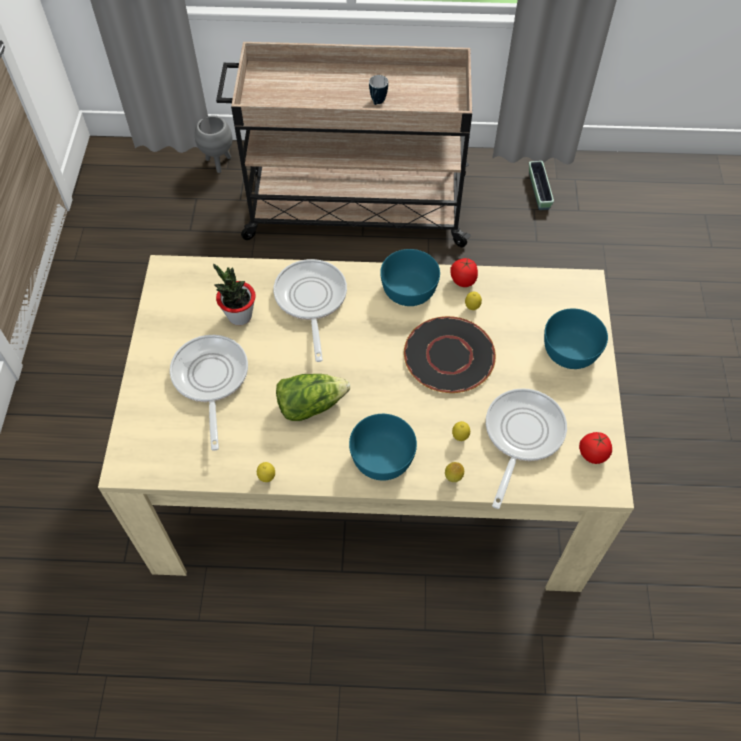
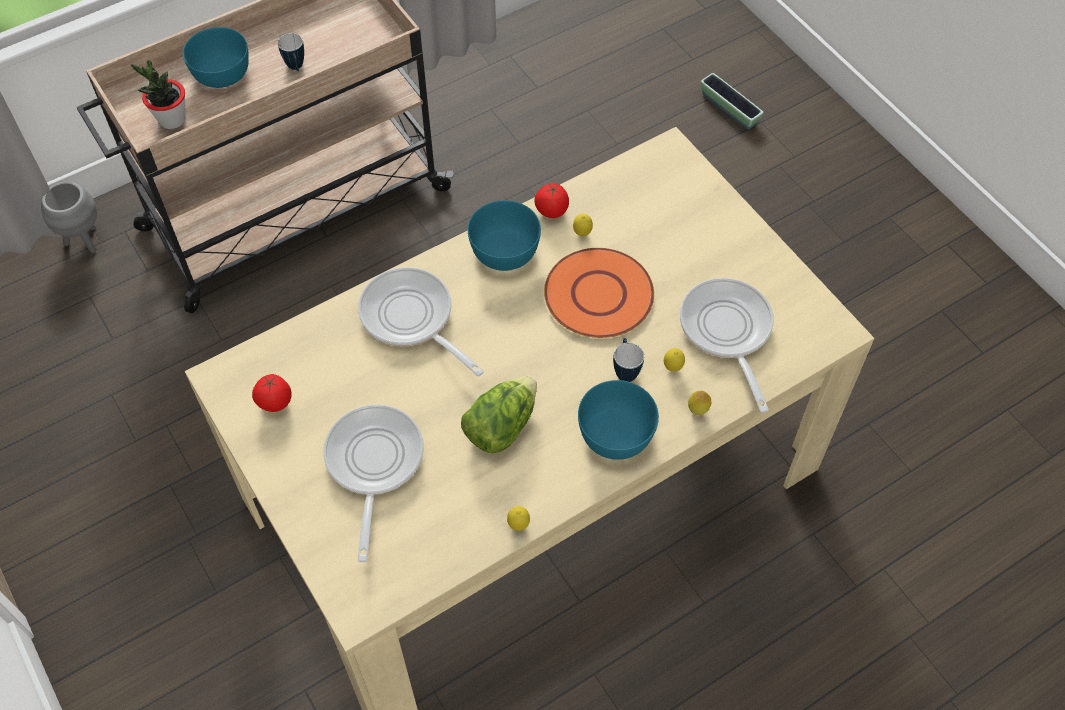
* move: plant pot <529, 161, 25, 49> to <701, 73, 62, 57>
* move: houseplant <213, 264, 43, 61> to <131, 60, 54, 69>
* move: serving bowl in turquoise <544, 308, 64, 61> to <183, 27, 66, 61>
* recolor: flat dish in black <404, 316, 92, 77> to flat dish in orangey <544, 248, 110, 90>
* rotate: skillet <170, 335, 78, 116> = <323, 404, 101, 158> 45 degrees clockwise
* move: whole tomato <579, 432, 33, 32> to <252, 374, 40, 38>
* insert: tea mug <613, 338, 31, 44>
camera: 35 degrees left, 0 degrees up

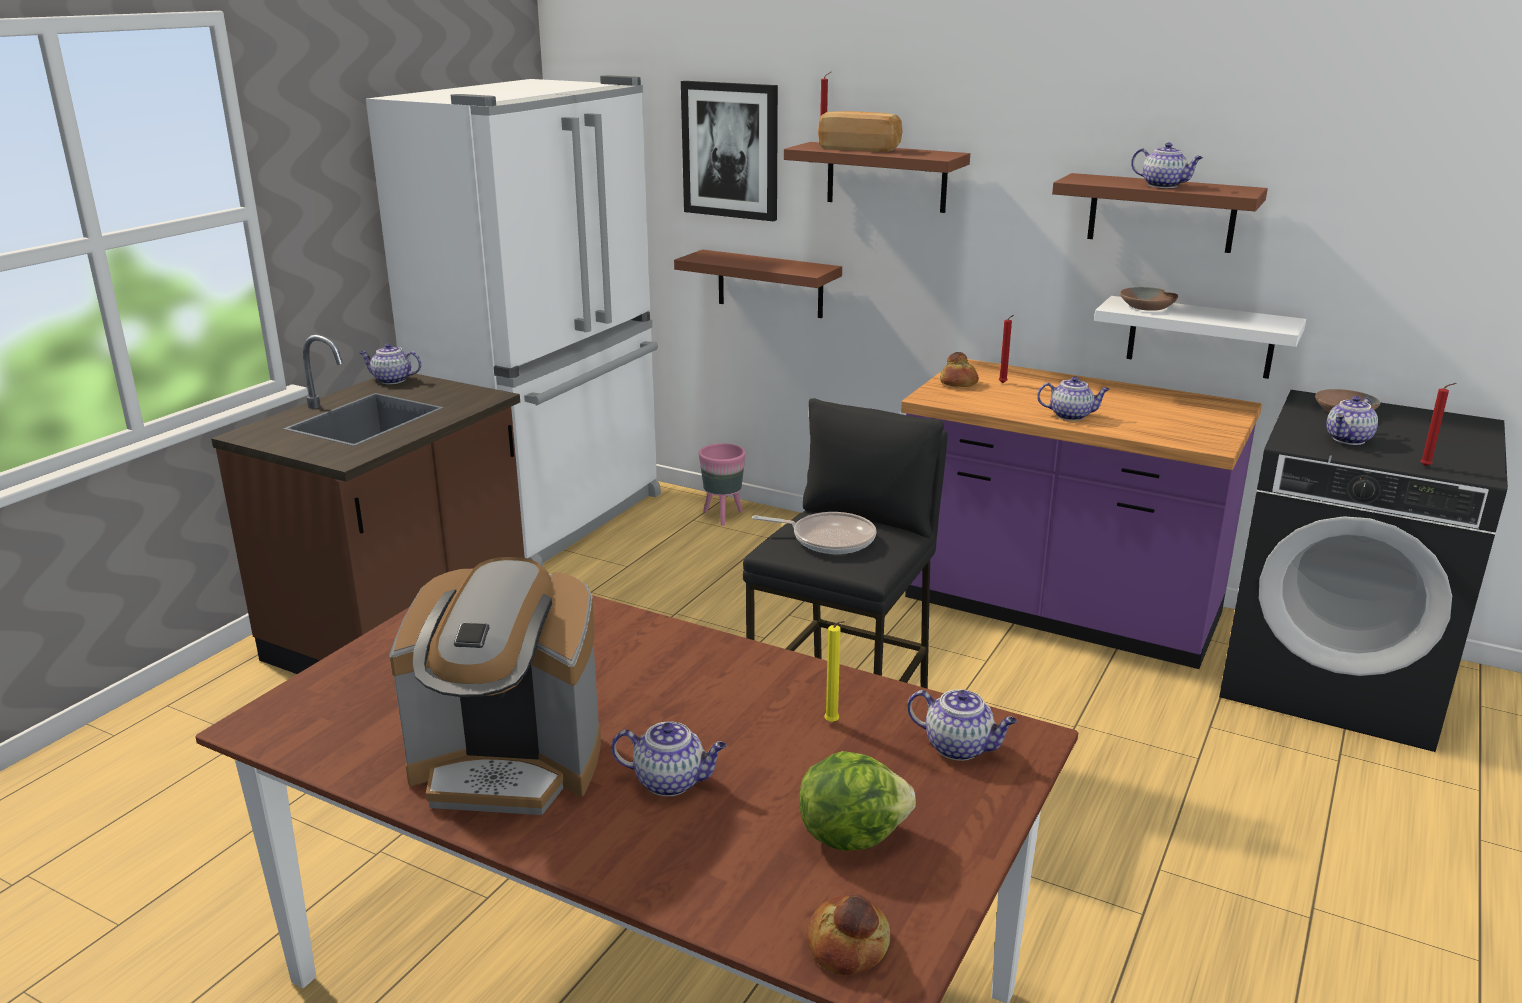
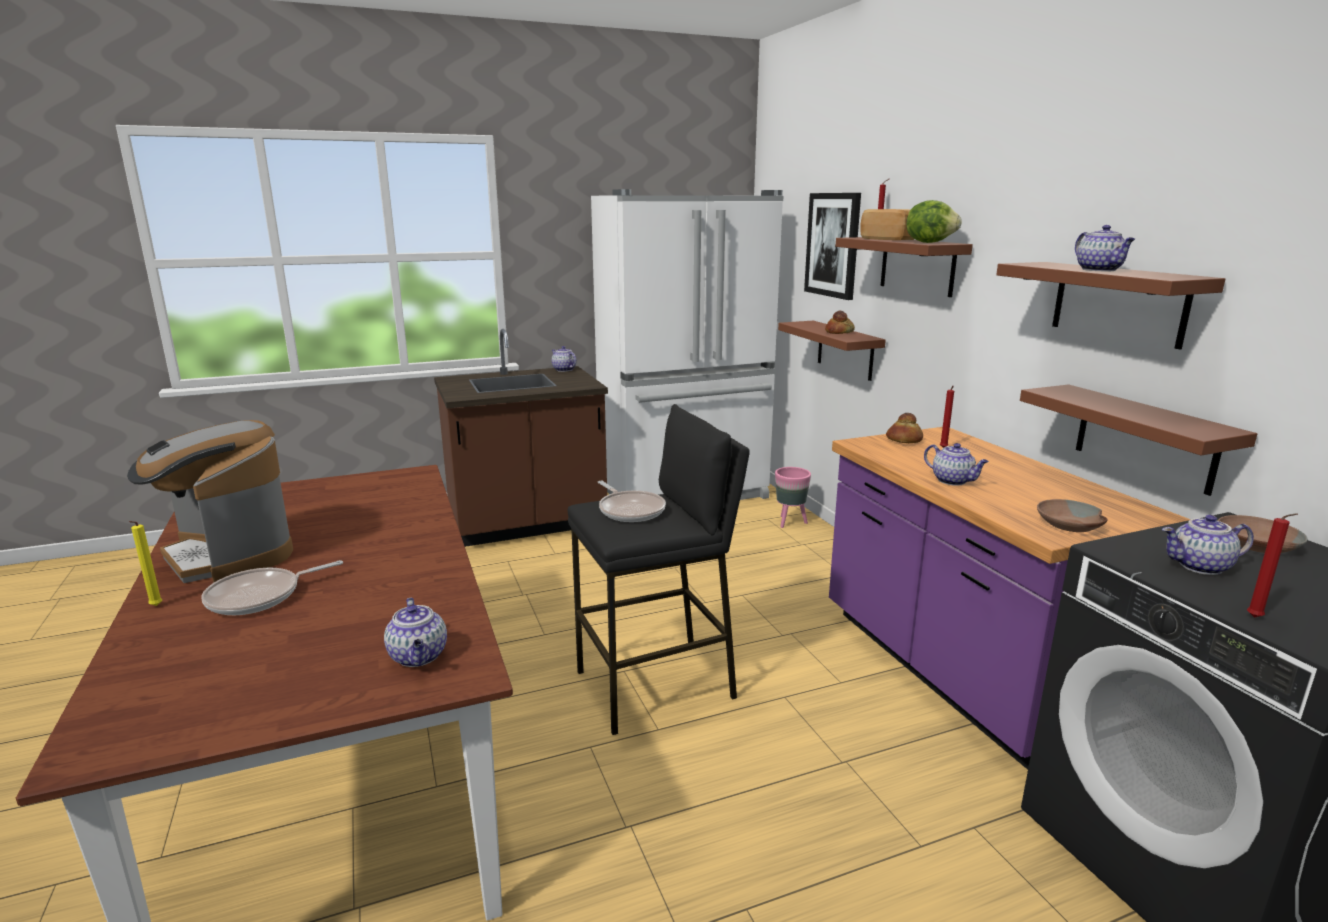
* move: serving bowl in brownish <1120, 287, 58, 24> to <1037, 499, 71, 33>
* recolor: bracket shelf in whitish <1094, 296, 212, 83> to bracket shelf in brownish <1020, 384, 237, 112>
* move: candle in yellow-coloured <824, 621, 21, 102> to <129, 521, 33, 85>
* replace: teapot <611, 721, 116, 75> to skillet <201, 560, 142, 55>
* move: lettuce head <799, 751, 117, 100> to <906, 200, 56, 43>
* move: baked bread <806, 894, 84, 81> to <825, 311, 30, 23>
camera: 40 degrees right, 5 degrees down

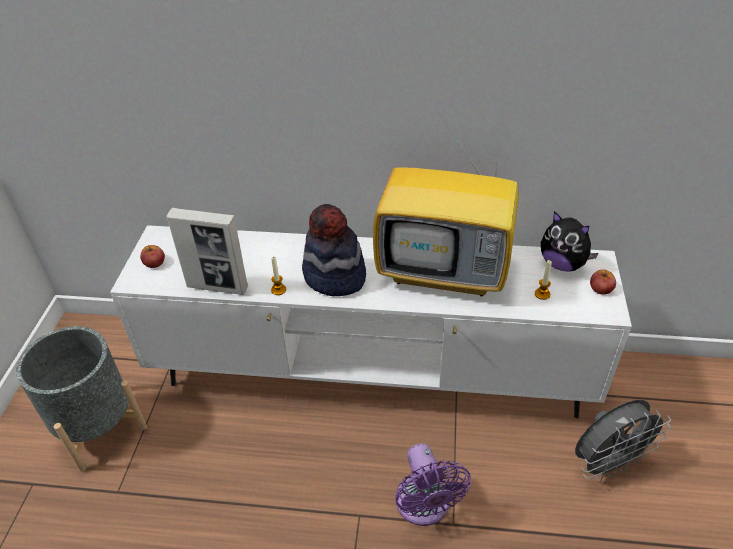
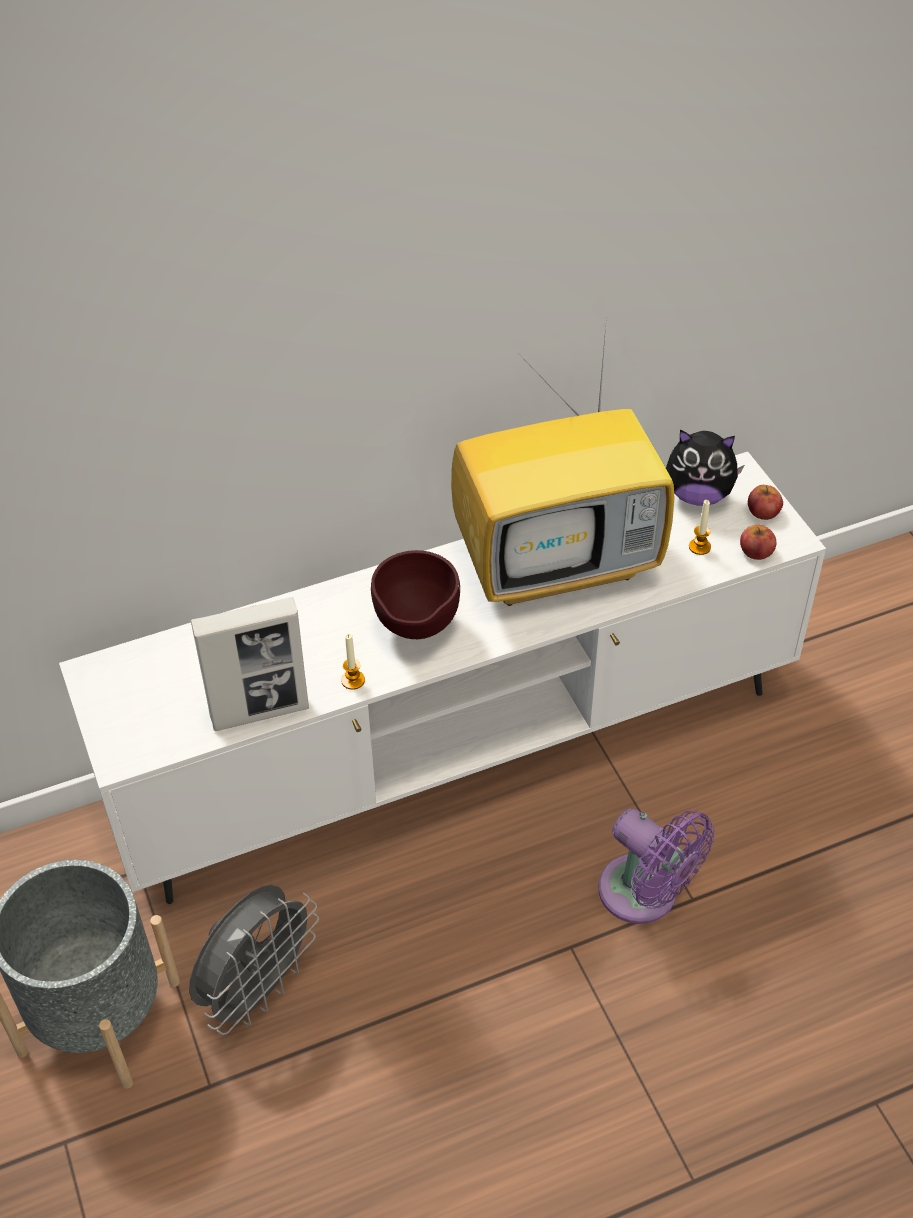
* replace: hat <302, 204, 64, 92> to serving bowl in brownish <371, 550, 89, 89>
* move: whole apple <140, 245, 25, 23> to <740, 525, 36, 35>
* move: electric fan in gray <575, 400, 96, 82> to <189, 885, 130, 150>
camera: 30 degrees left, 5 degrees up

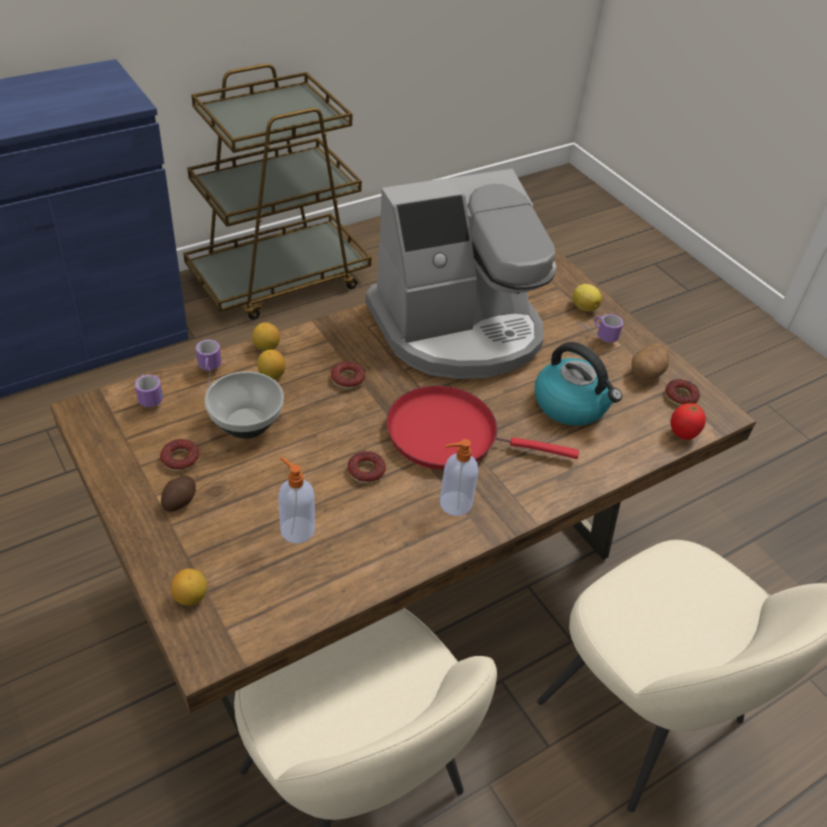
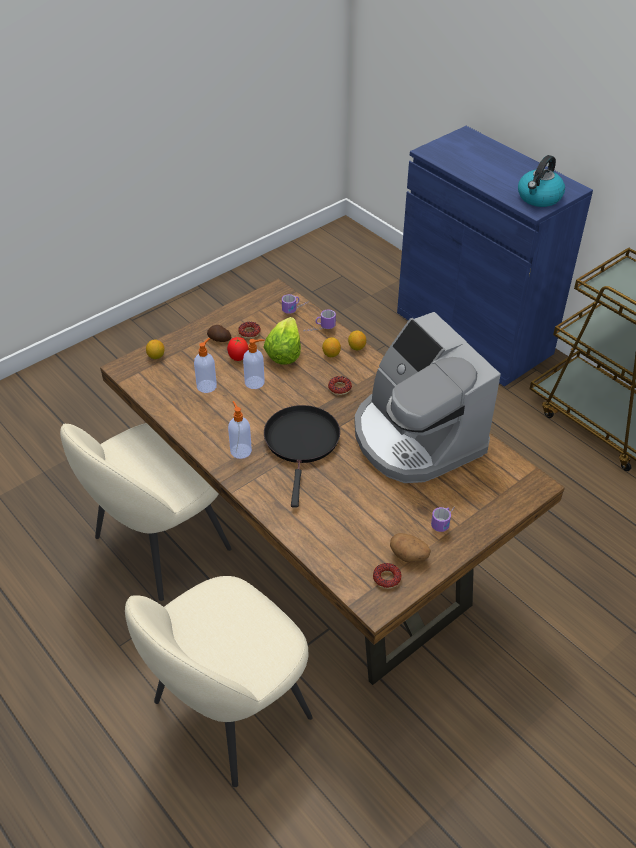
* delete: whole lemon <573, 284, 29, 28>
* move: water kettle <535, 342, 87, 84> to <518, 155, 47, 52>
* replace: serving bowl <205, 371, 79, 68> to lettuce head <263, 317, 38, 48>
* recolor: skillet in reddish <386, 385, 193, 85> to skillet in black <264, 405, 76, 103>
* move: whole tomato <671, 403, 35, 37> to <227, 337, 22, 24>
* delete: doughnut <348, 451, 38, 32>
* insert: soap dispenser <243, 339, 22, 50>
camera: 85 degrees right, 0 degrees up

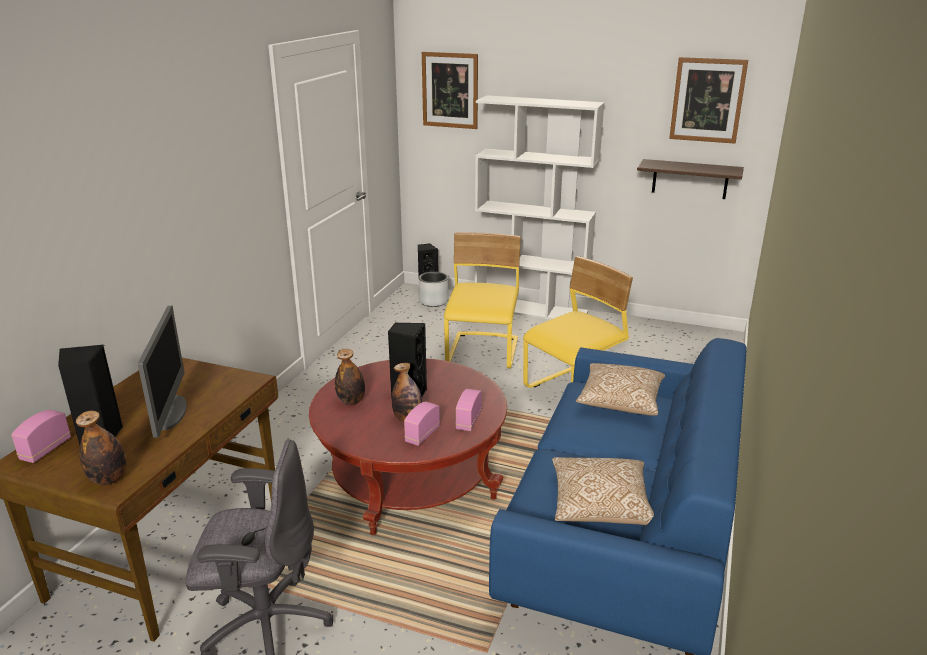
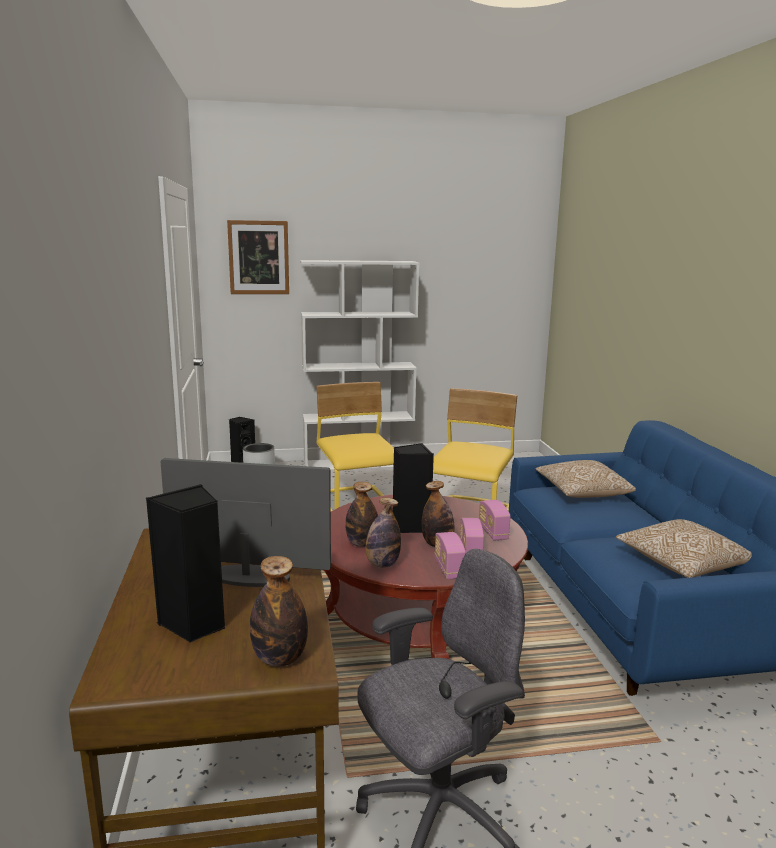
* delete: wall picture <669, 57, 79, 87>
* delete: bracket shelf <637, 159, 107, 40>
* rotate: computer display <138, 306, 49, 132> = <161, 458, 170, 129> 45 degrees counterclockwise
* move: radio <11, 410, 60, 53> to <435, 532, 31, 47>
* insert: drink bottle <365, 498, 36, 70>
camera: 30 degrees left, 10 degrees down

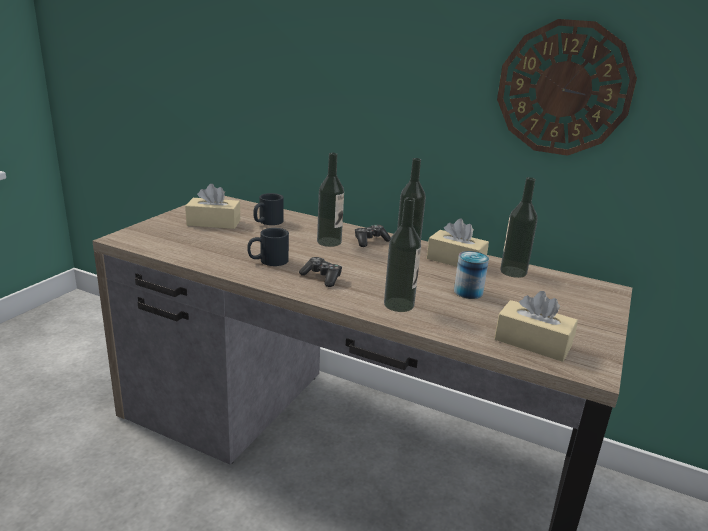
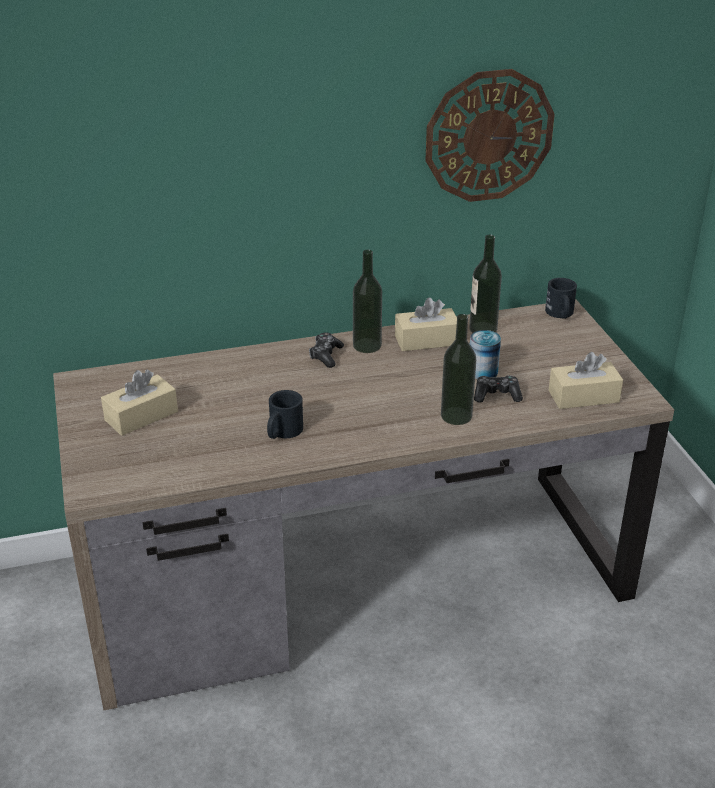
* delete: drink bottle <317, 153, 27, 94>
* move: tea mug in black <253, 193, 31, 32> to <545, 278, 32, 41>
* move: game controller <299, 257, 43, 30> to <474, 375, 49, 28>
camera: 40 degrees left, 10 degrees up

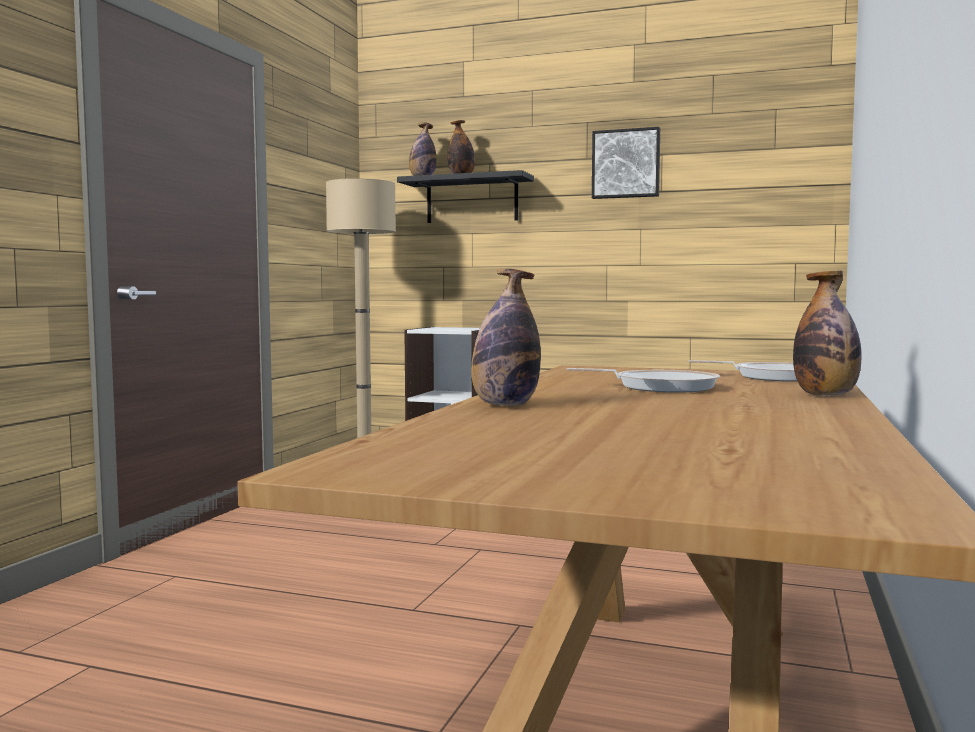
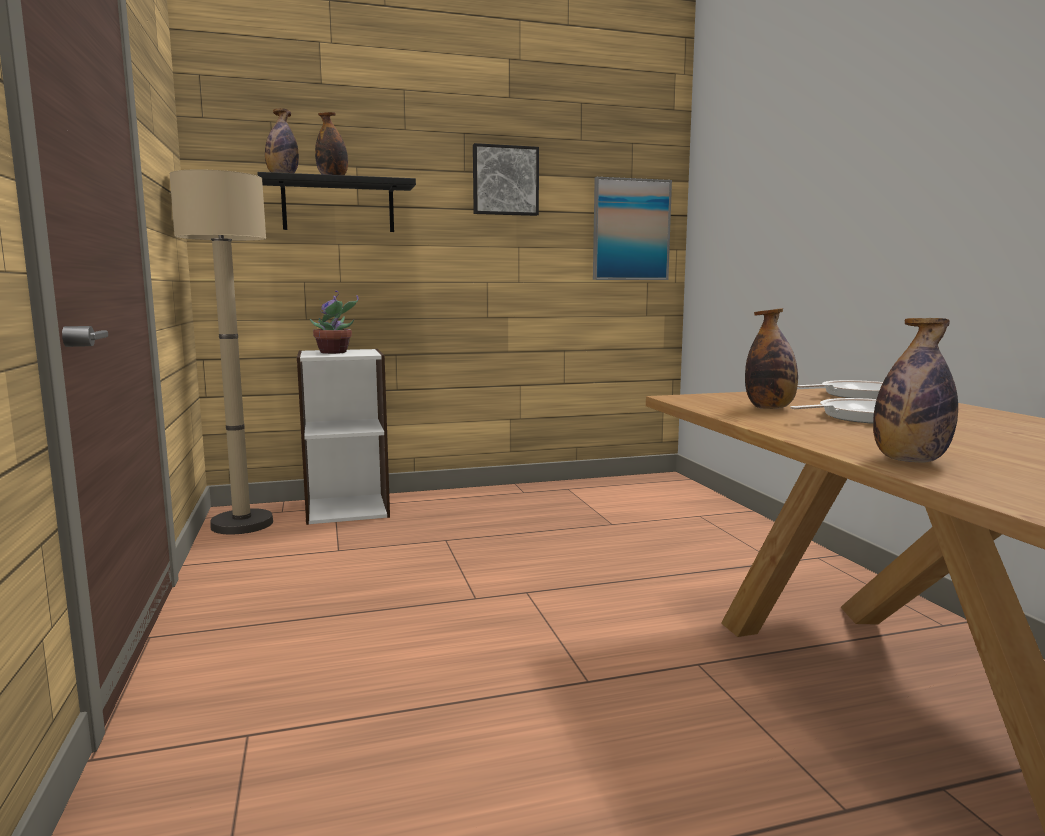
* move: drink bottle <793, 271, 69, 124> to <745, 308, 53, 101>
* insert: wall picture <593, 177, 79, 103>
* insert: houseplant <310, 290, 49, 64>
camera: 35 degrees left, 5 degrees up

